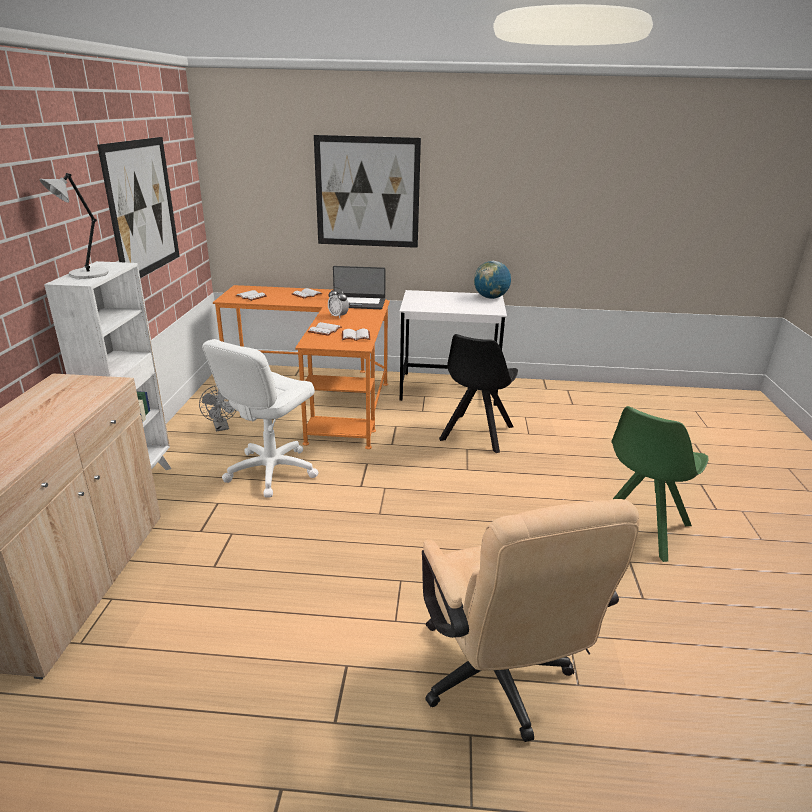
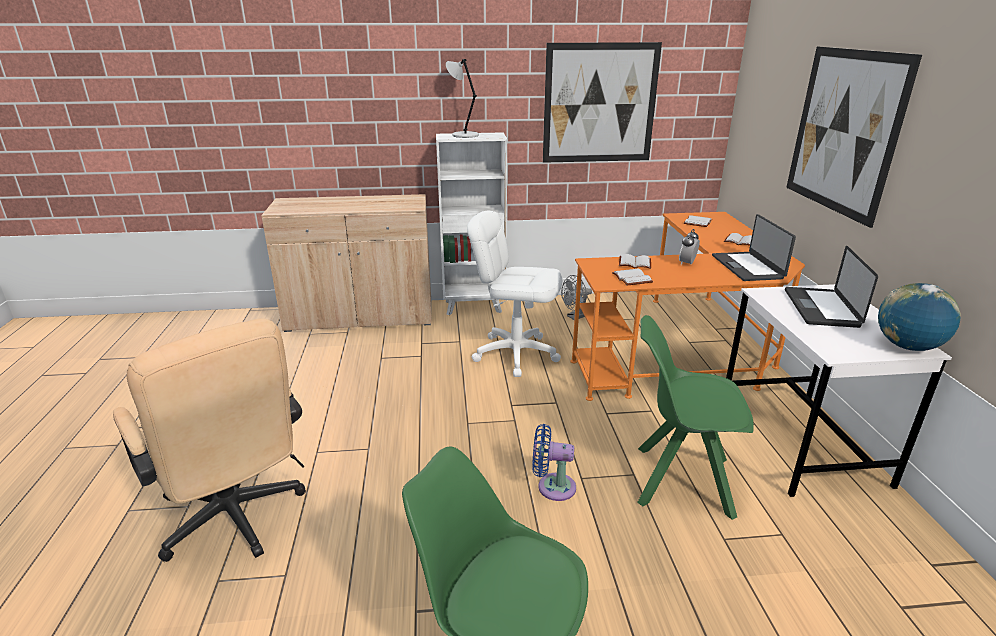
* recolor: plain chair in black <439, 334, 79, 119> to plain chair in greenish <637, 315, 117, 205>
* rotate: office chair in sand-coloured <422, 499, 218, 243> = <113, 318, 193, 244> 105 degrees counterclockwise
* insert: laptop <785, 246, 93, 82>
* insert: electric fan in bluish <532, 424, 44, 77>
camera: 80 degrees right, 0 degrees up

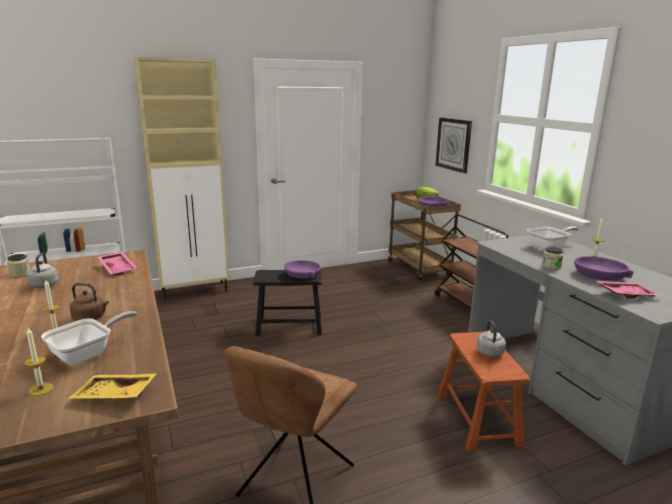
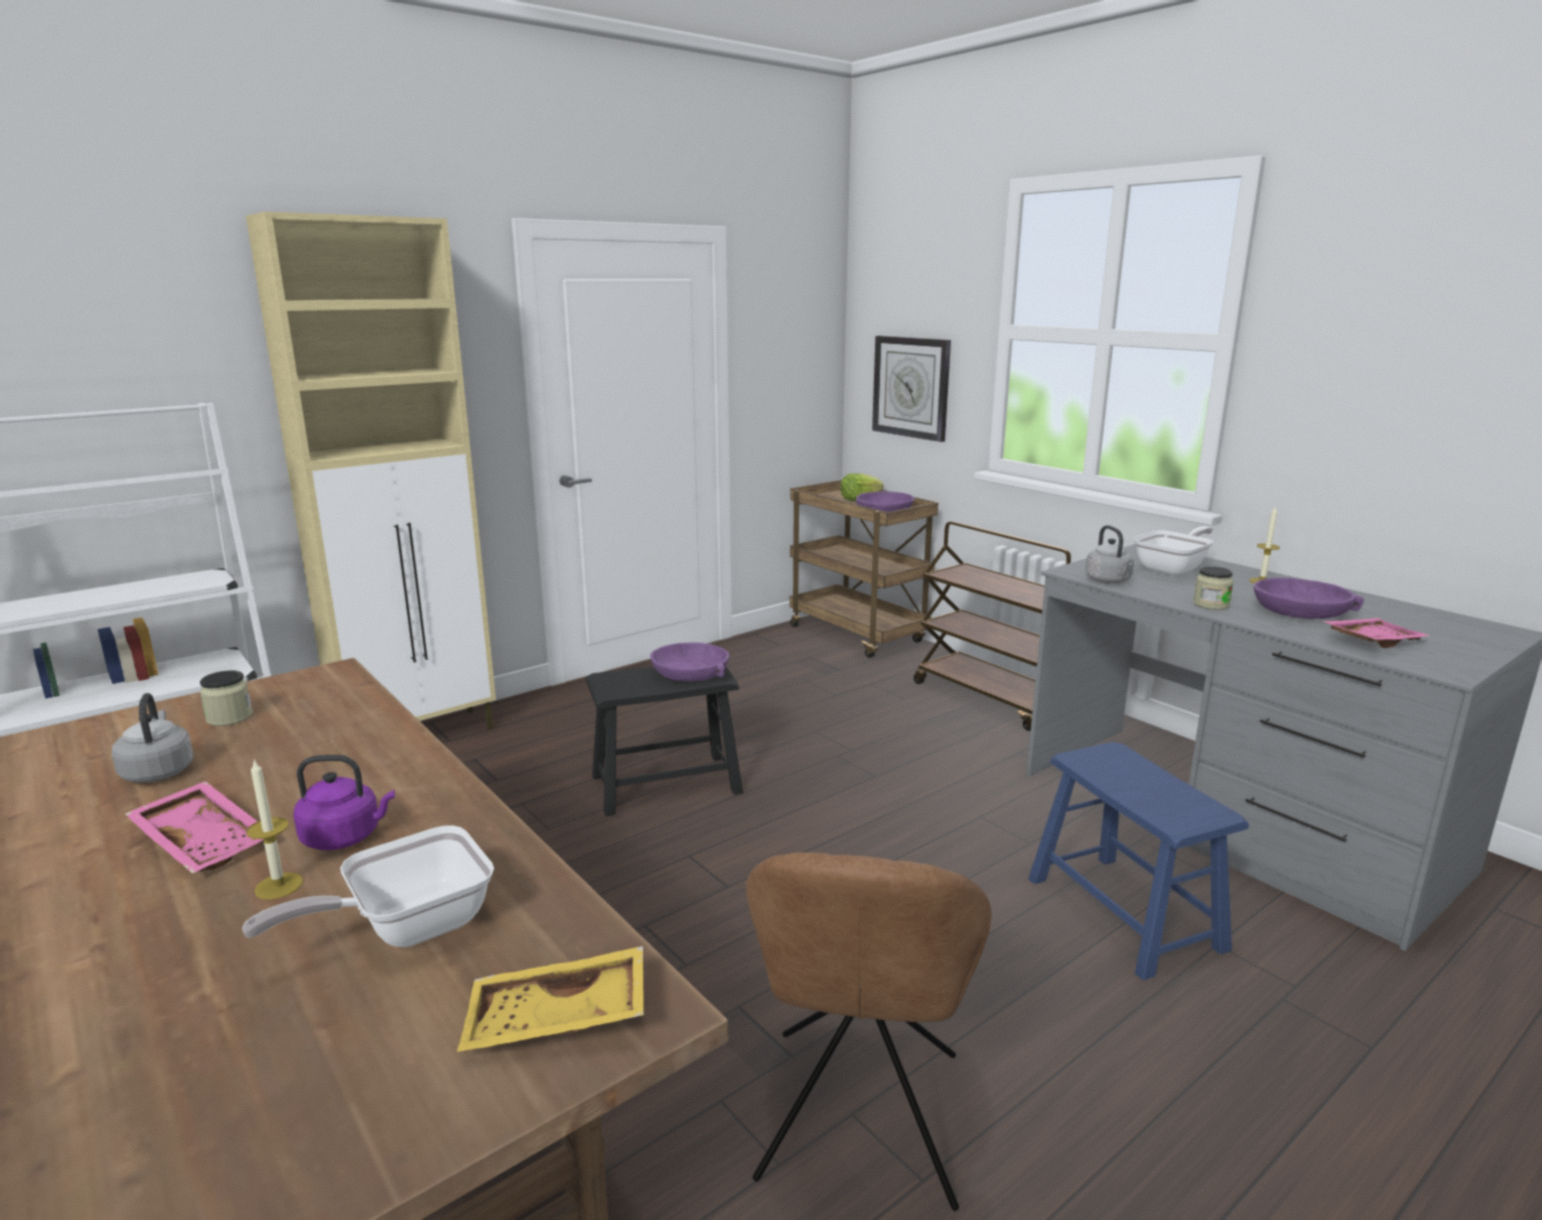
* move: tray in pink-coloured <97, 252, 40, 23> to <125, 781, 138, 93>
* move: jar <7, 254, 23, 23> to <200, 670, 53, 56>
* recolor: water kettle in brownish <70, 283, 39, 38> to water kettle in purple-coloured <293, 755, 102, 95>
* rotate: skillet <41, 311, 96, 54> = <242, 825, 252, 123> 150 degrees counterclockwise
* move: water kettle in gray <476, 320, 30, 37> to <1085, 525, 49, 58>
* delete: candle <24, 328, 29, 68>
* recolor: stool in brownish <437, 332, 94, 120> to stool in bluish <1028, 742, 221, 238>
camera: 15 degrees left, 0 degrees up

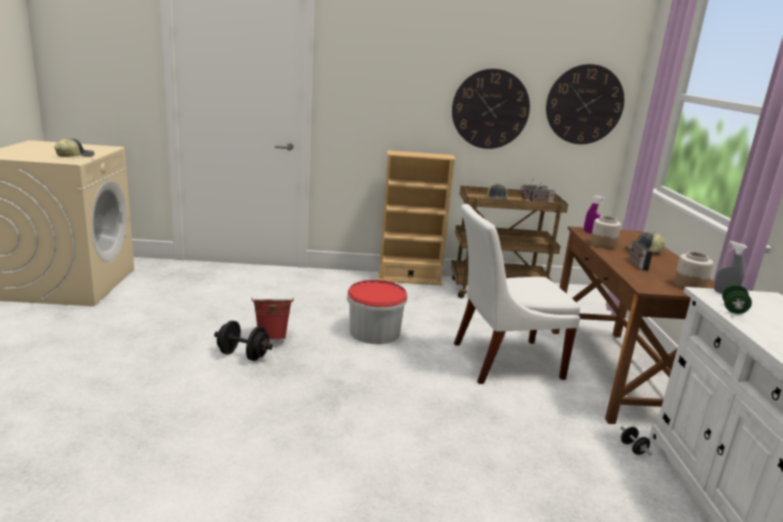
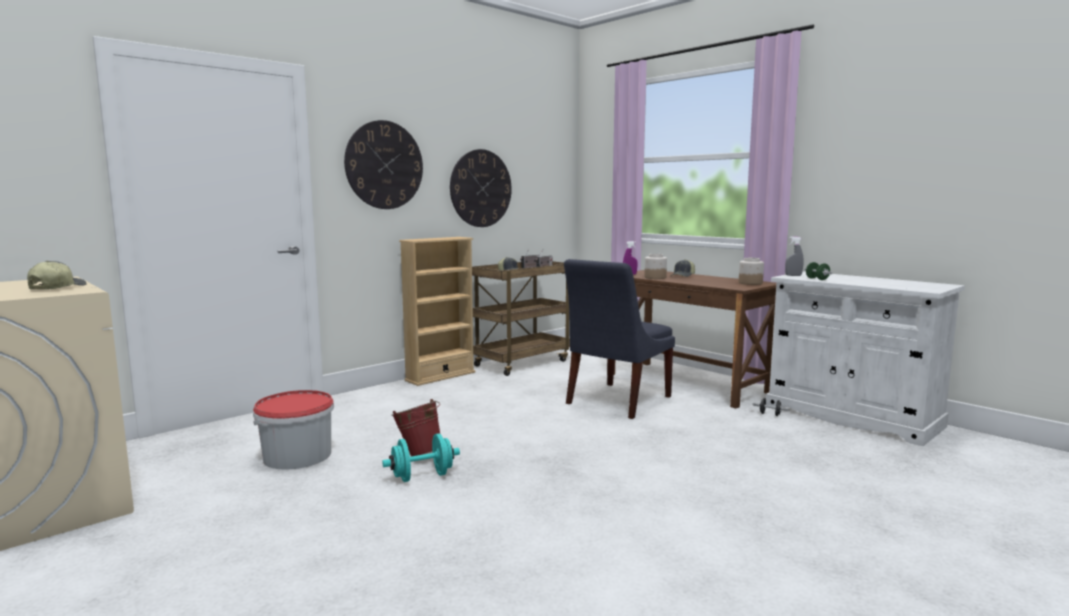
* move: wall clock <546, 64, 78, 80> to <344, 120, 79, 89>
* recolor: plain chair in whitish <454, 204, 126, 180> to plain chair in bluish <564, 259, 111, 160>
* delete: radio <629, 234, 24, 37>
* move: bucket <347, 280, 60, 64> to <253, 390, 81, 80>
* recolor: hand weight in black <214, 321, 59, 40> to hand weight in turquoise <382, 433, 78, 49>
camera: 40 degrees left, 10 degrees down

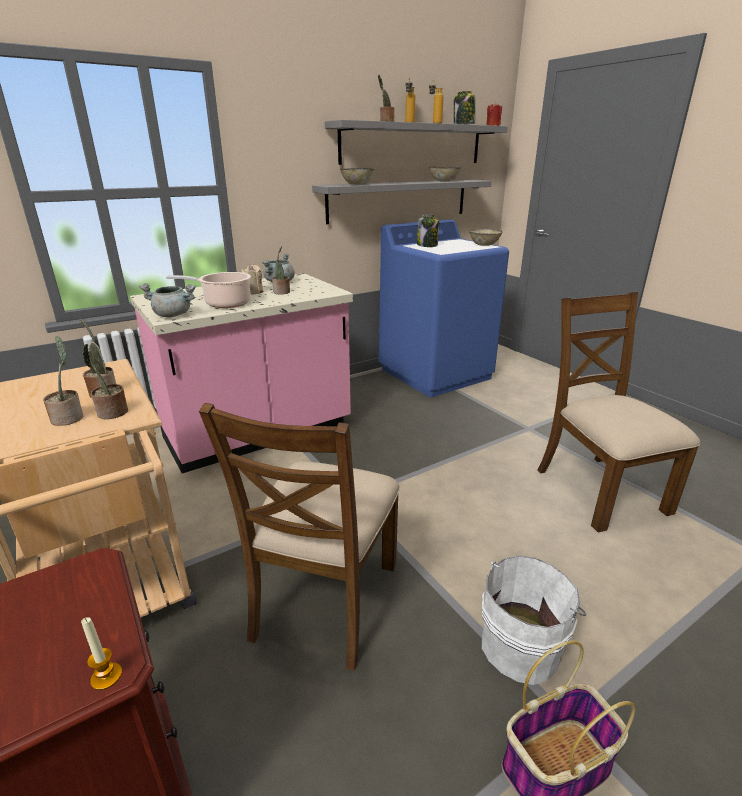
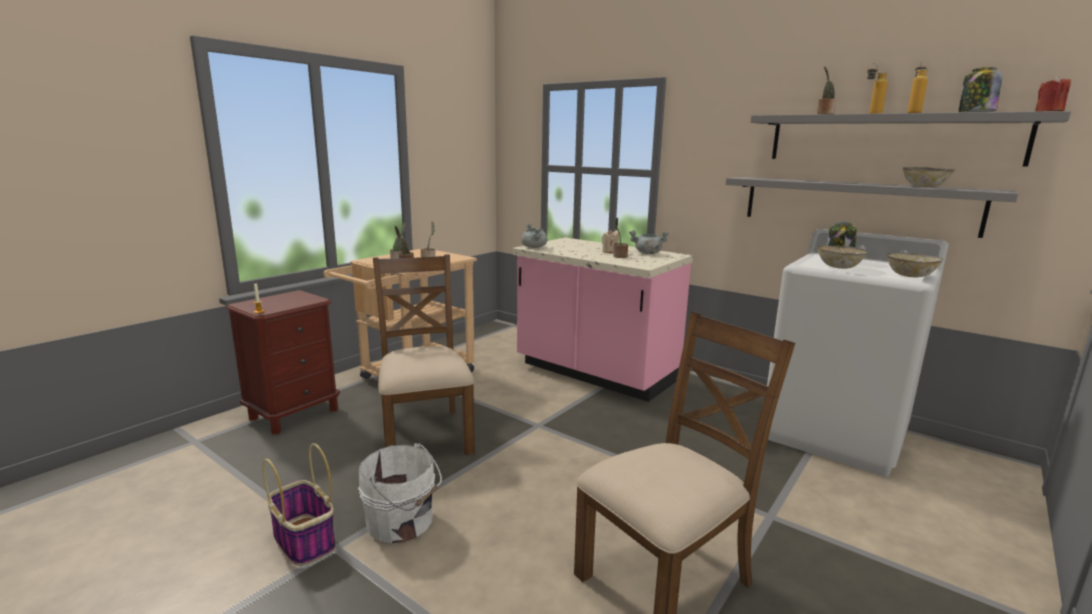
* move: serving bowl <340, 168, 35, 17> to <818, 246, 50, 23>
* recolor: laundry machine in bluish <379, 219, 130, 178> to laundry machine in whitish <767, 229, 182, 248>
* delete: saucepot <166, 272, 85, 36>
* rotate: plain chair in brownish <199, 403, 201, 268> = <373, 254, 102, 201> 75 degrees clockwise
camera: 70 degrees right, 10 degrees down

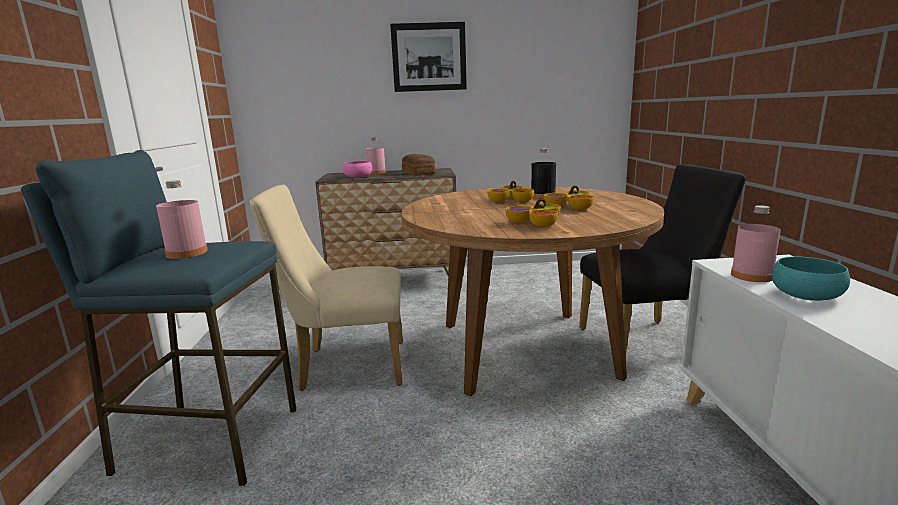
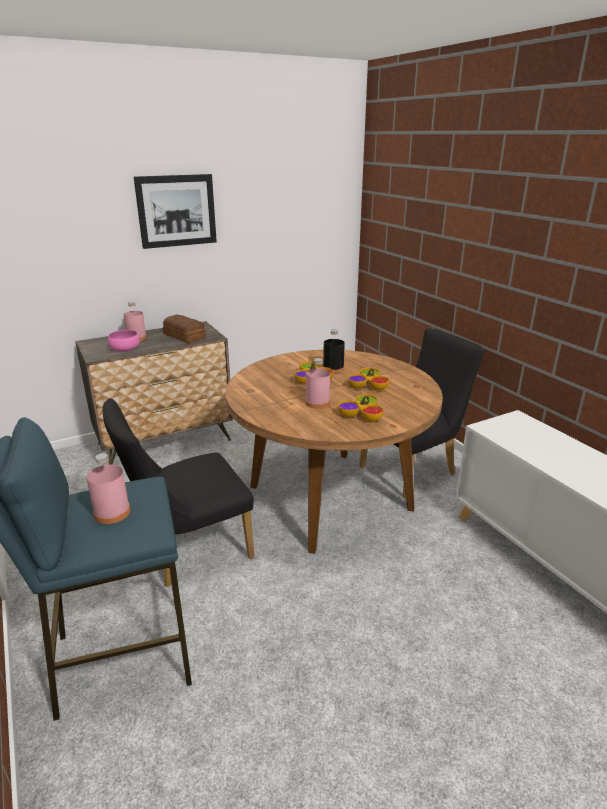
* recolor: plain chair in sand-coloured <250, 185, 153, 206> to plain chair in black <102, 398, 153, 189>
* move: drink bottle in pink-coloured <731, 205, 50, 77> to <306, 358, 24, 51>
* delete: serving bowl in turquoise <772, 256, 78, 45>
camera: 25 degrees left, 10 degrees up

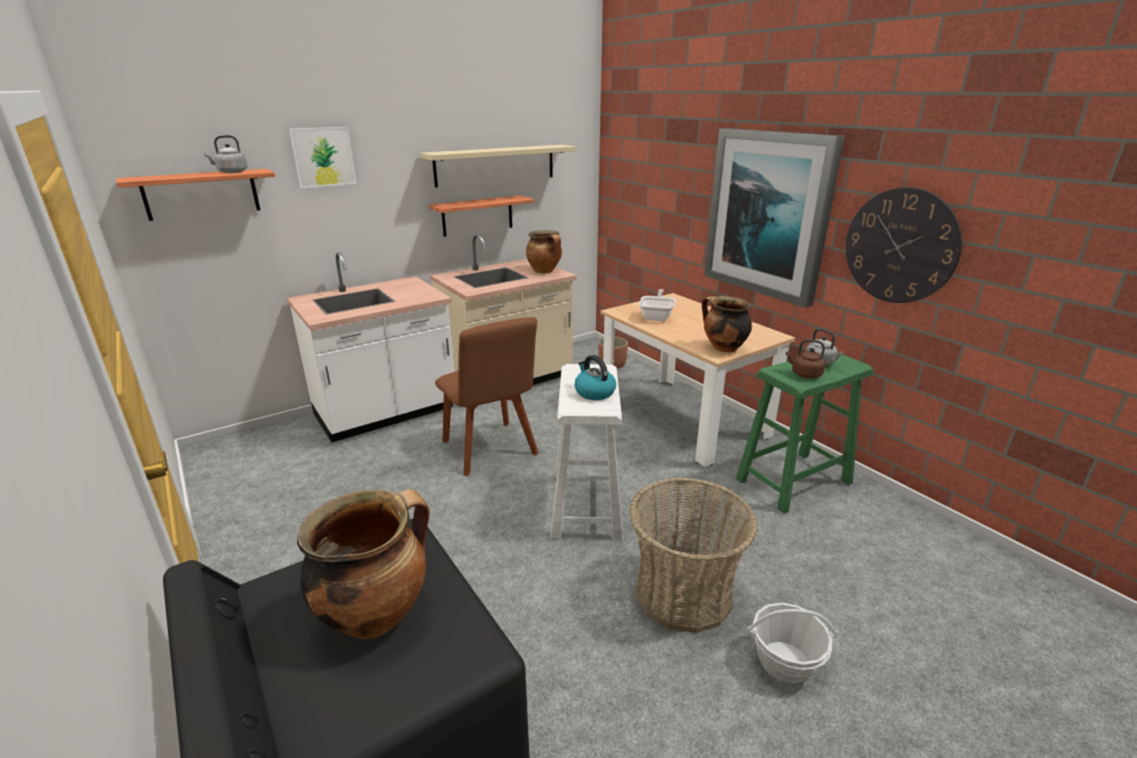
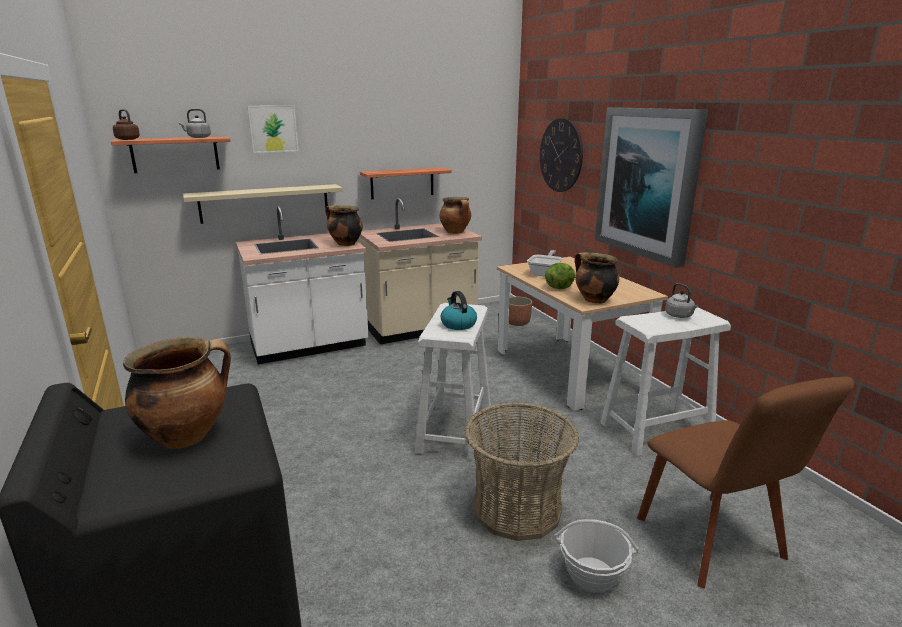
* move: bracket shelf in sand-coloured <420, 145, 156, 43> to <183, 184, 160, 40>
* move: wall clock <845, 187, 117, 116> to <540, 118, 43, 74>
* move: plain chair in brownish <435, 317, 104, 159> to <637, 376, 217, 212>
* move: water kettle in brownish <786, 339, 40, 40> to <113, 109, 27, 31>
* recolor: stool in greenish <736, 352, 138, 162> to stool in whitish <600, 308, 131, 148>
* insert: saucepot <325, 205, 38, 41>
* insert: lettuce head <545, 263, 31, 27>
camera: 10 degrees right, 5 degrees down

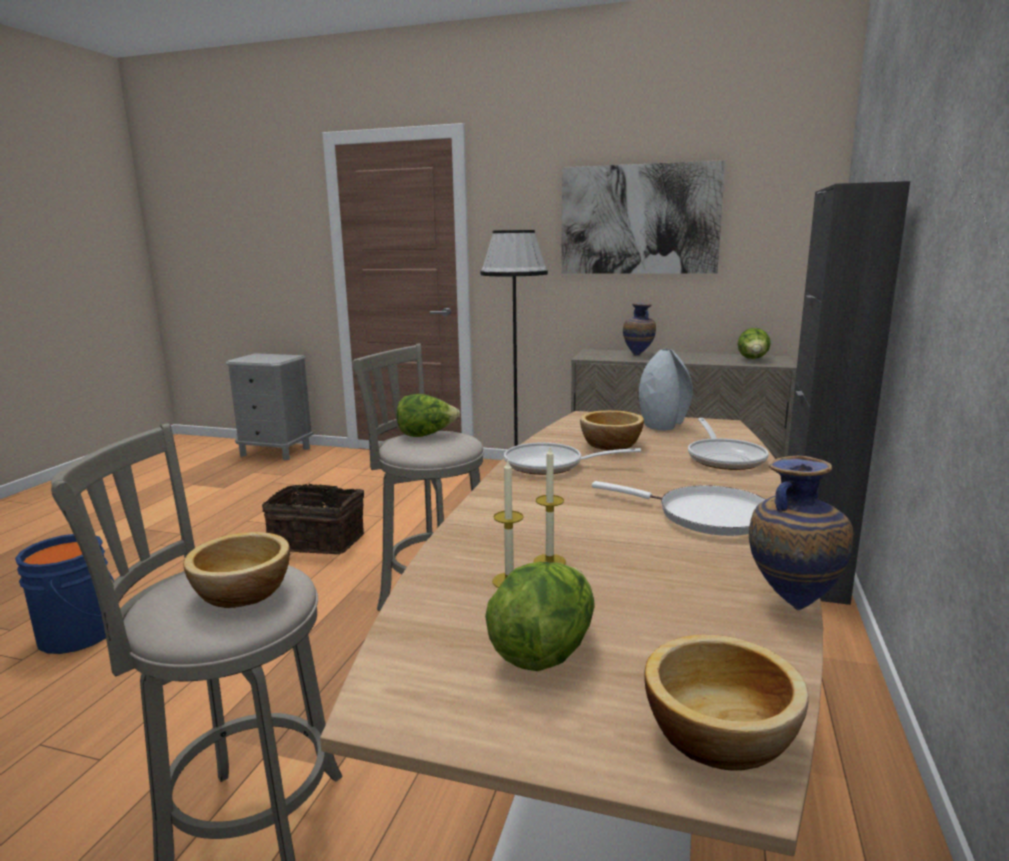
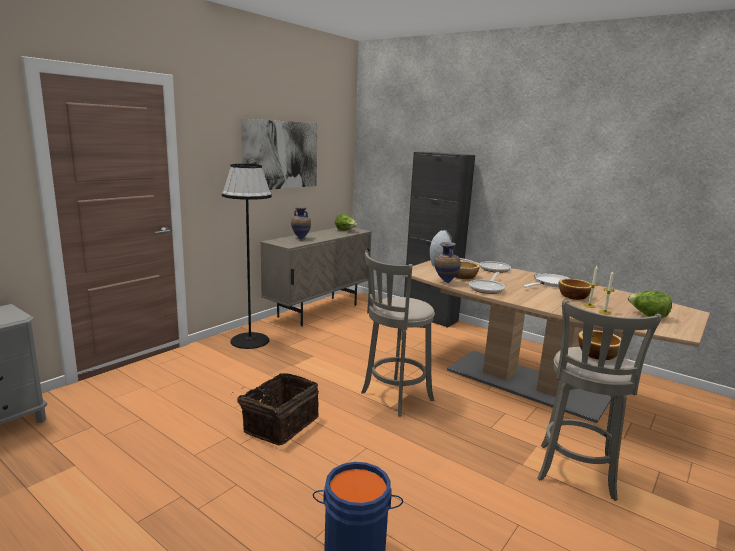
* delete: lettuce head <396, 394, 64, 43>
* move: flower vase <749, 456, 104, 154> to <434, 242, 27, 41>
* move: serving bowl <644, 635, 165, 136> to <559, 279, 33, 21>
camera: 70 degrees left, 0 degrees up

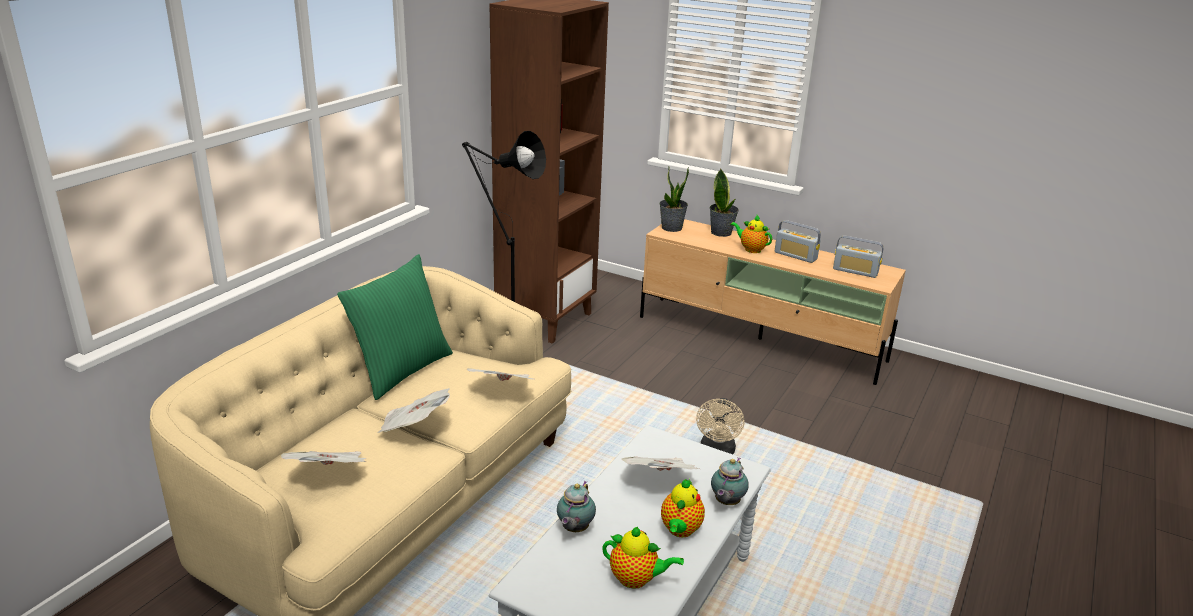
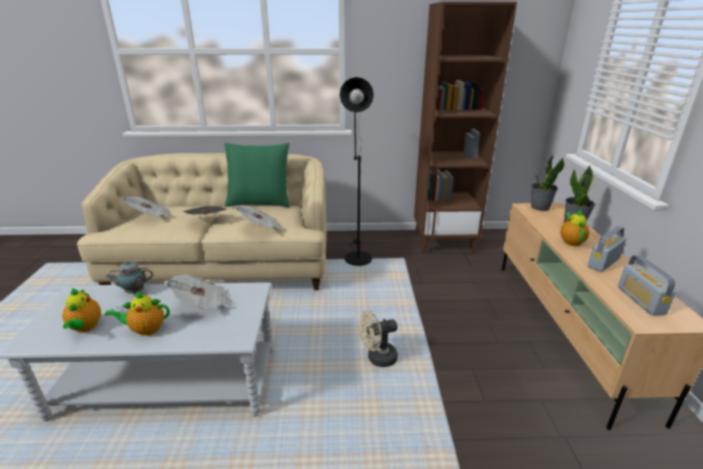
* rotate: radio <775, 220, 46, 43> = <588, 226, 38, 46> 45 degrees clockwise
* delete: teapot <711, 458, 38, 47>
camera: 60 degrees right, 0 degrees up

